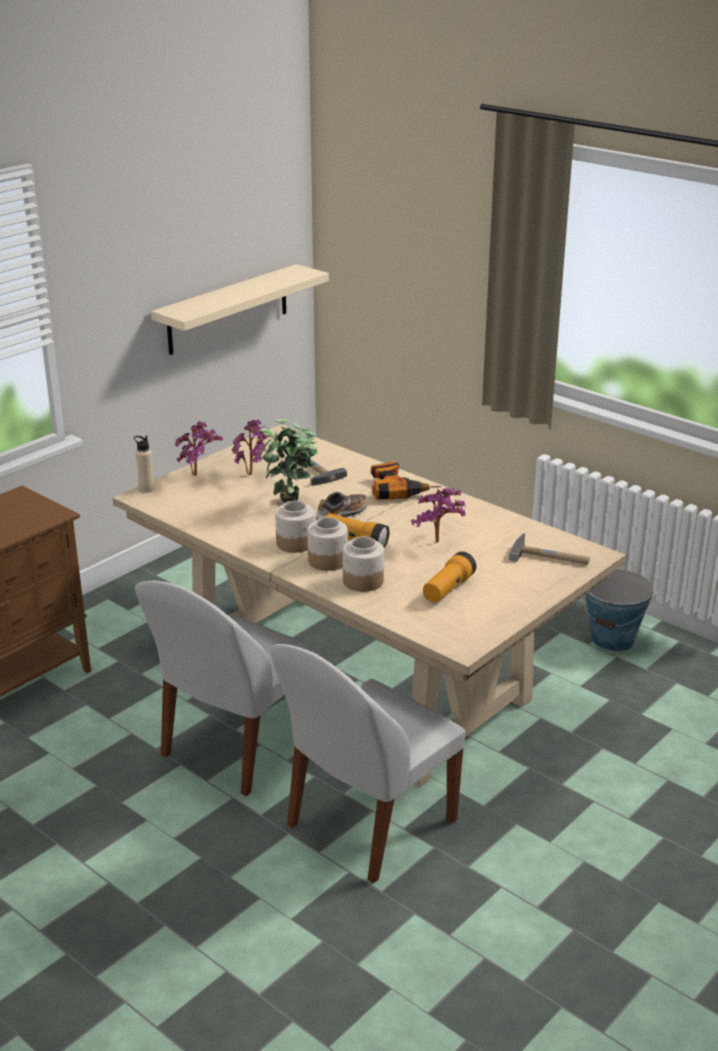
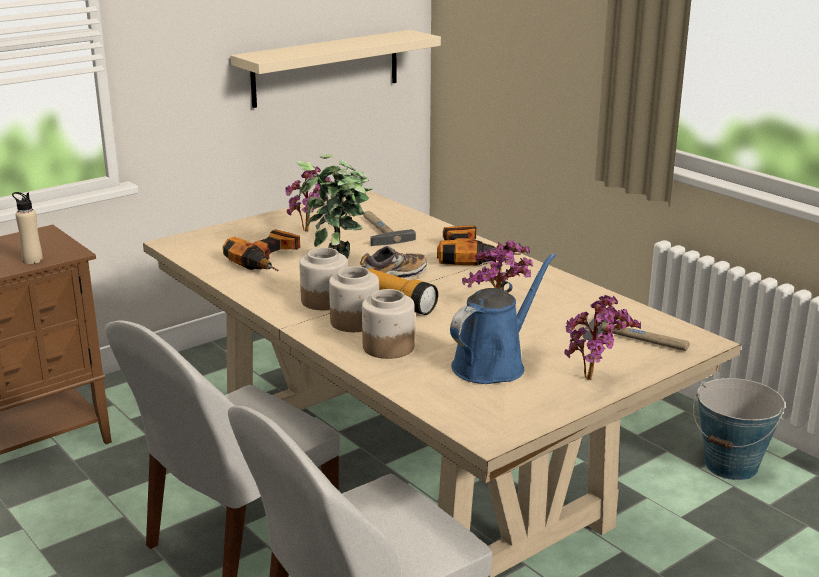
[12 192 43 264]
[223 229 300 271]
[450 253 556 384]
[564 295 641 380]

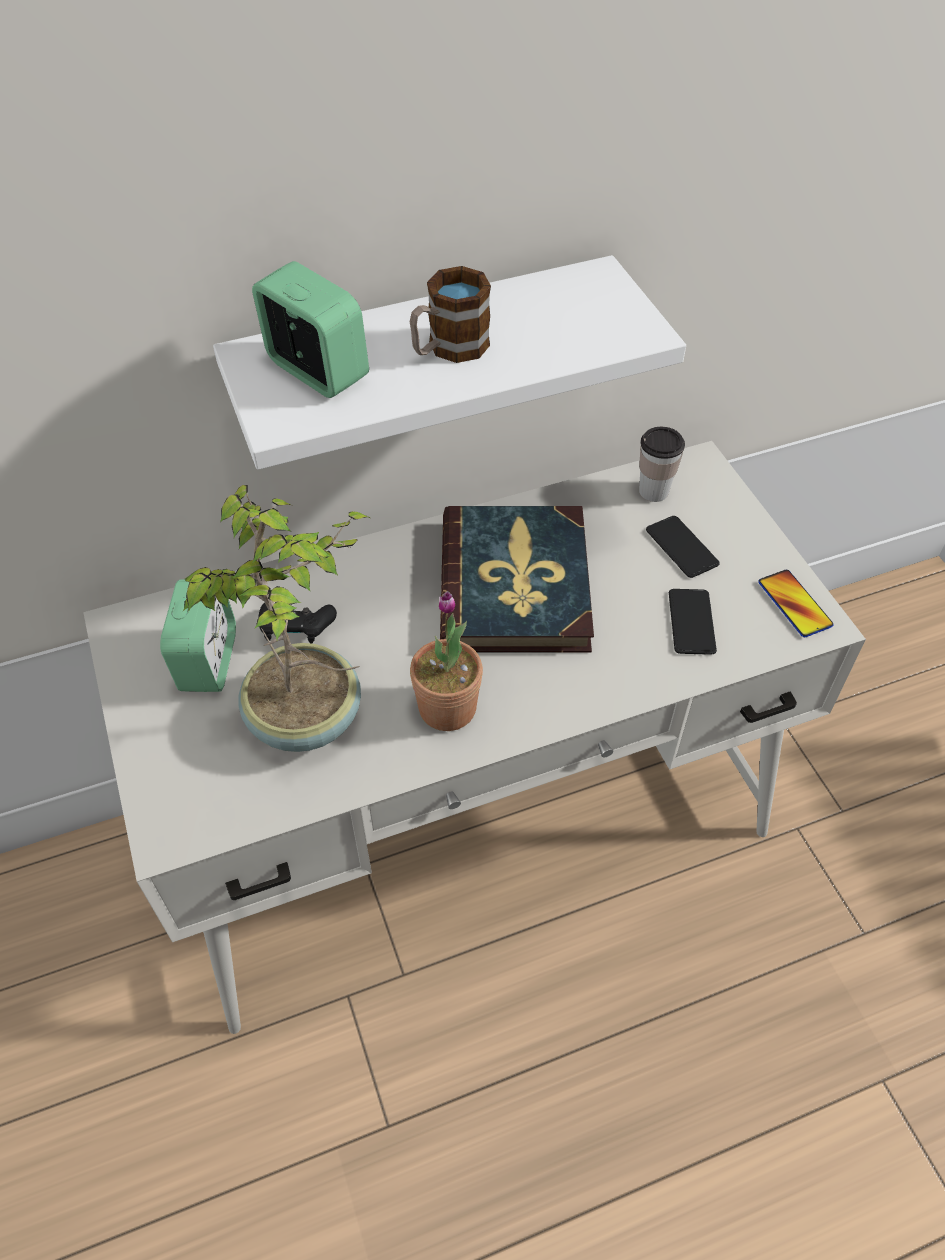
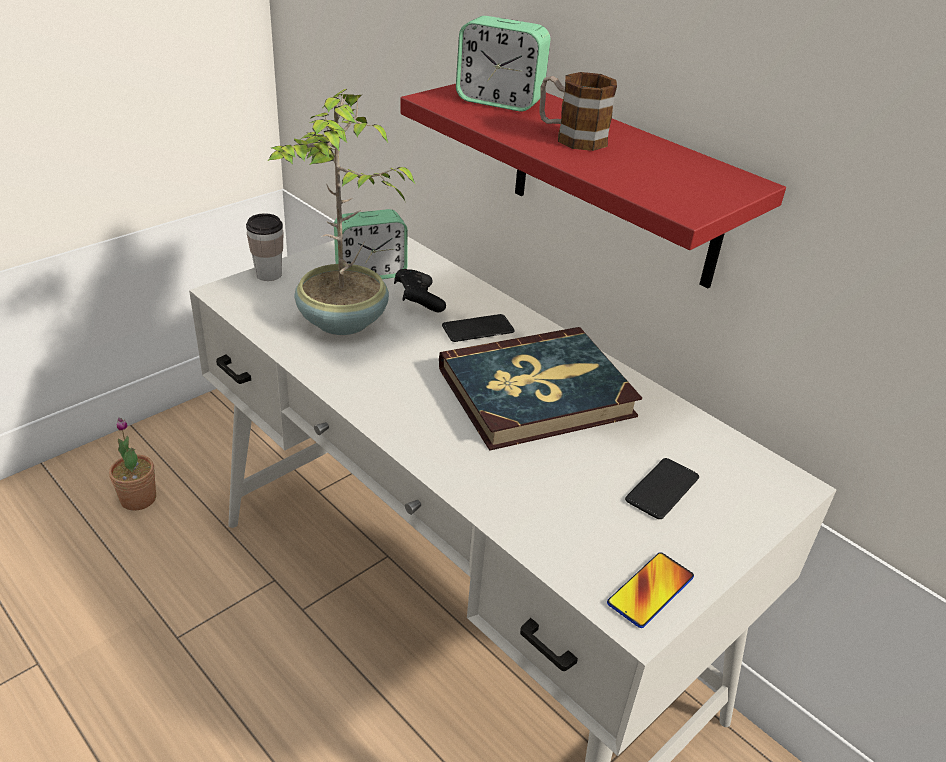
[109 418 156 511]
[246 213 283 281]
[400 84 786 288]
[442 314 514 342]
[456 16 550 112]

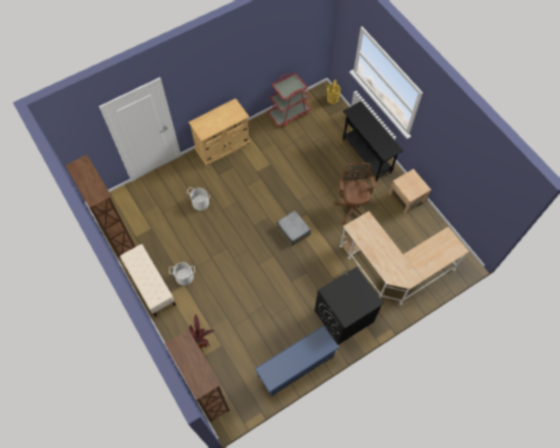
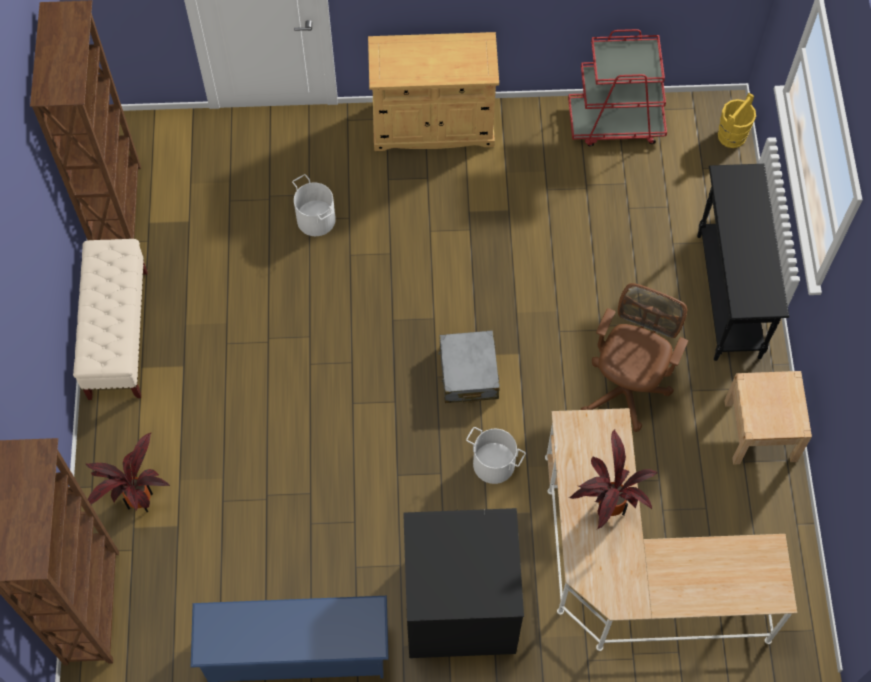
[466 427 526 484]
[569 429 658 529]

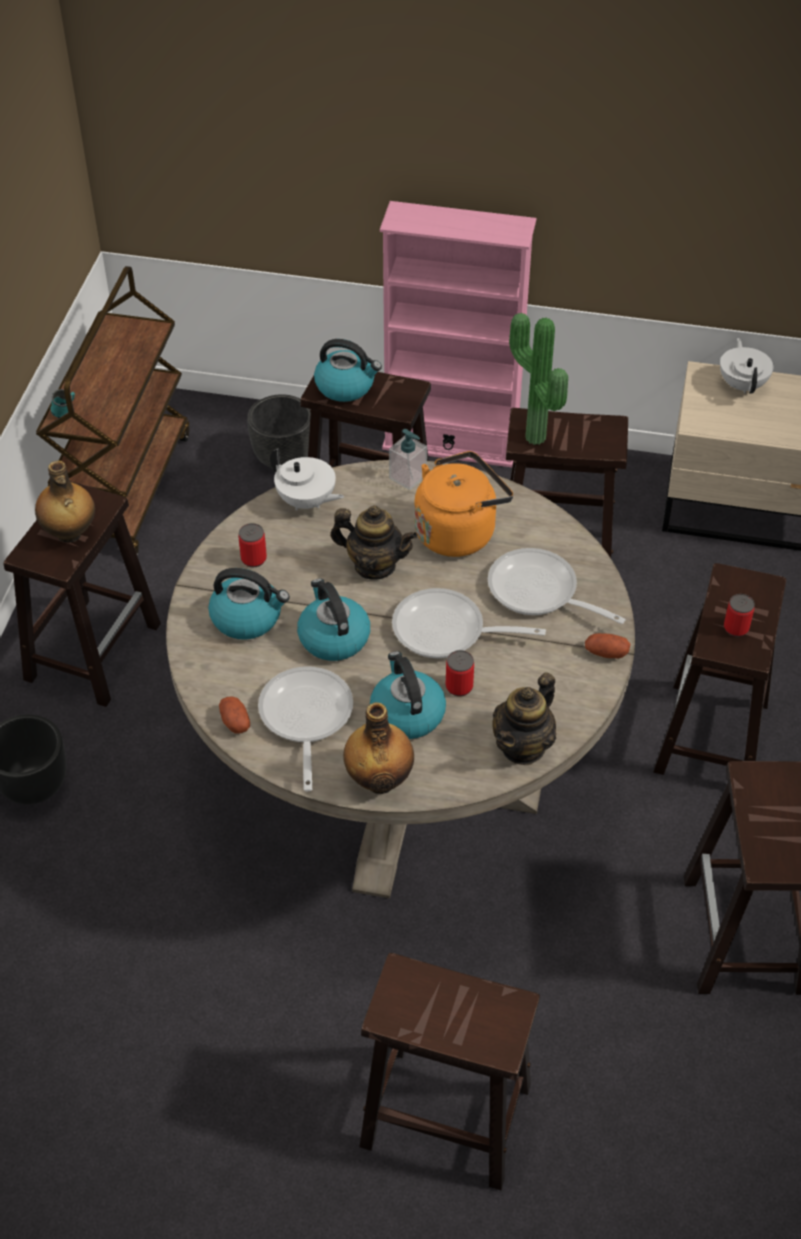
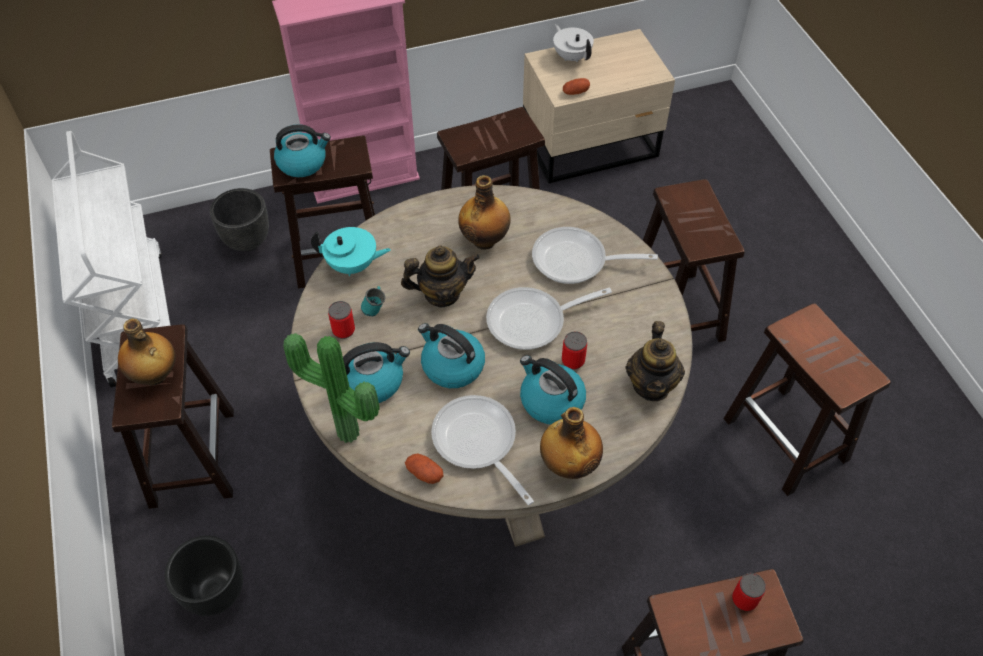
[52 131 170 387]
[283 333 380 443]
[311 227 391 276]
[361 286 385 316]
[458 175 511 249]
[563 78 590 95]
[732 573 766 611]
[389 429 427 490] (first image)

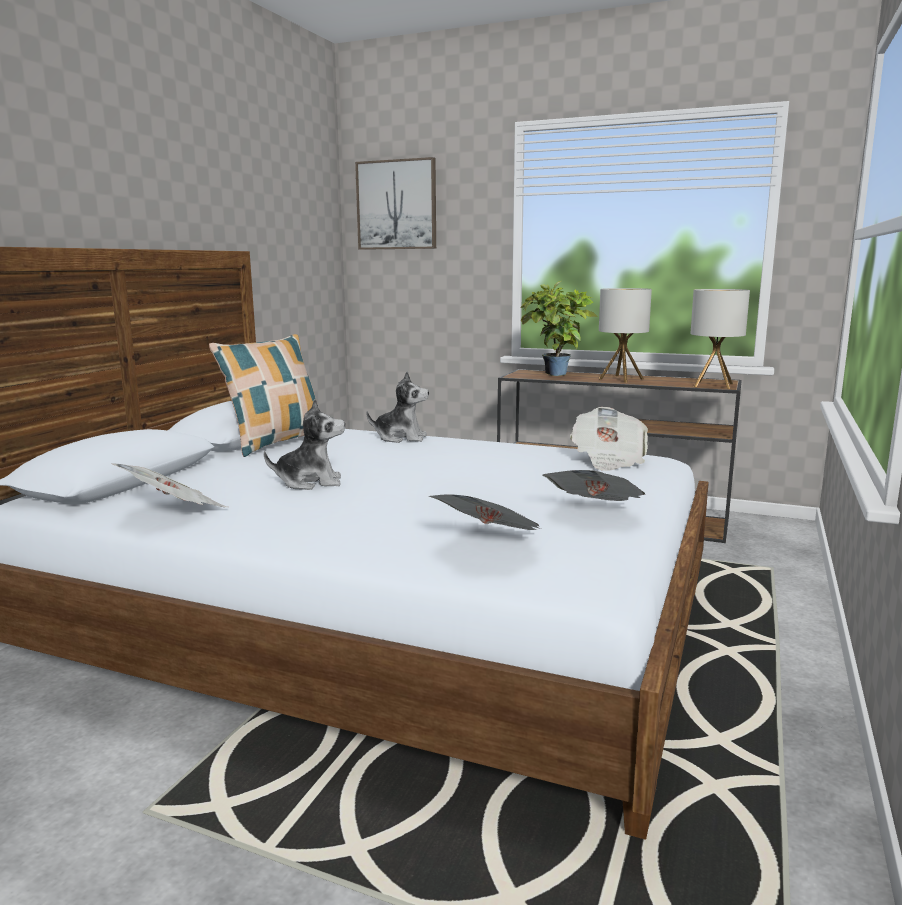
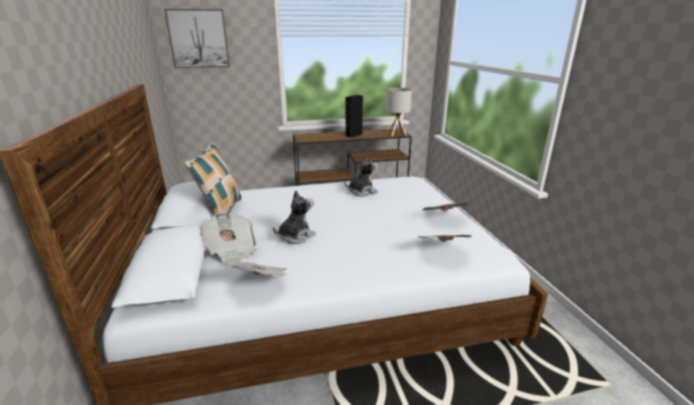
[202 212 257 263]
[345 95 363 138]
[345 155 379 196]
[520 281 598 376] (first image)

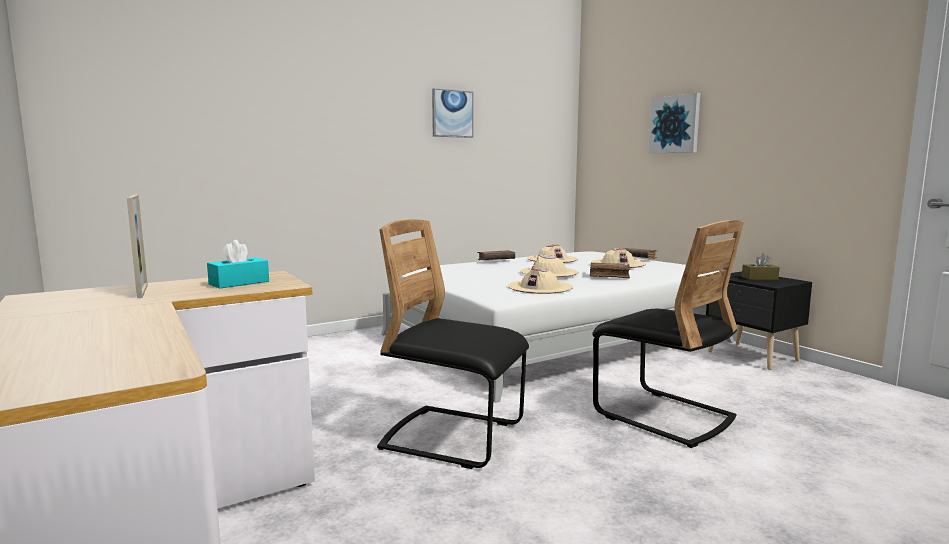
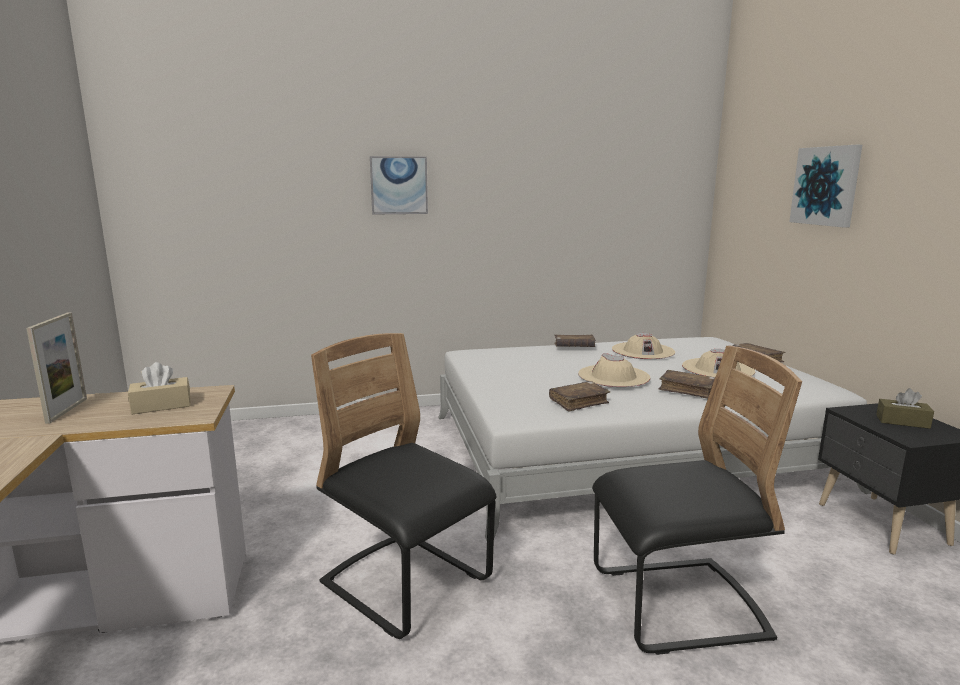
[128 362 191 414]
[370 156 428 215]
[549 381 610 412]
[592 346 802 655]

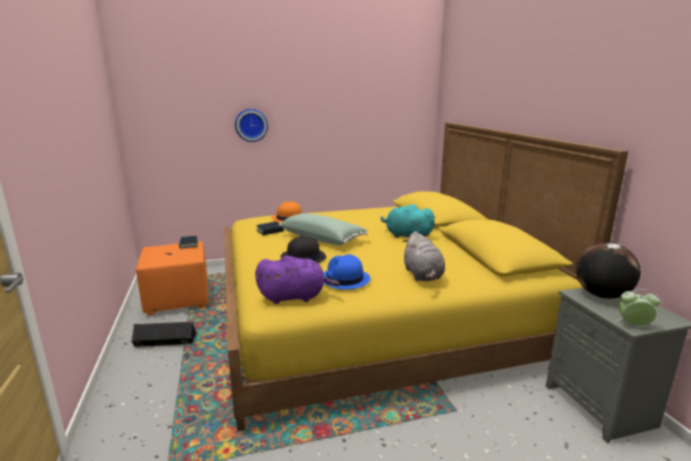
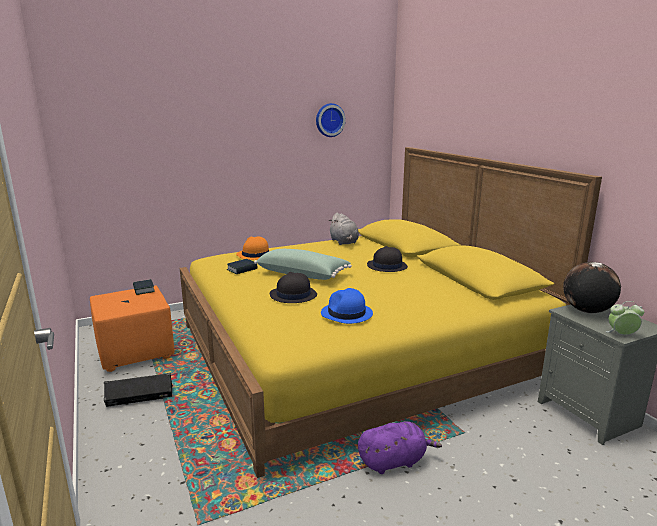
[316 103 346 137]
[329 213 359 245]
[358 421 442 474]
[367 246 408 272]

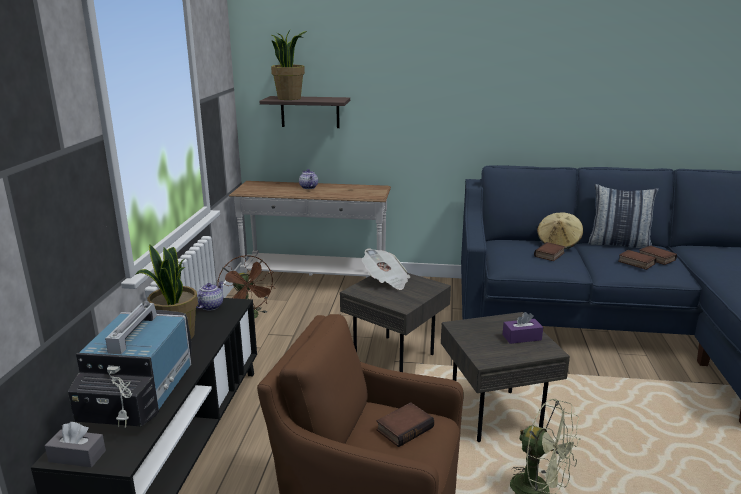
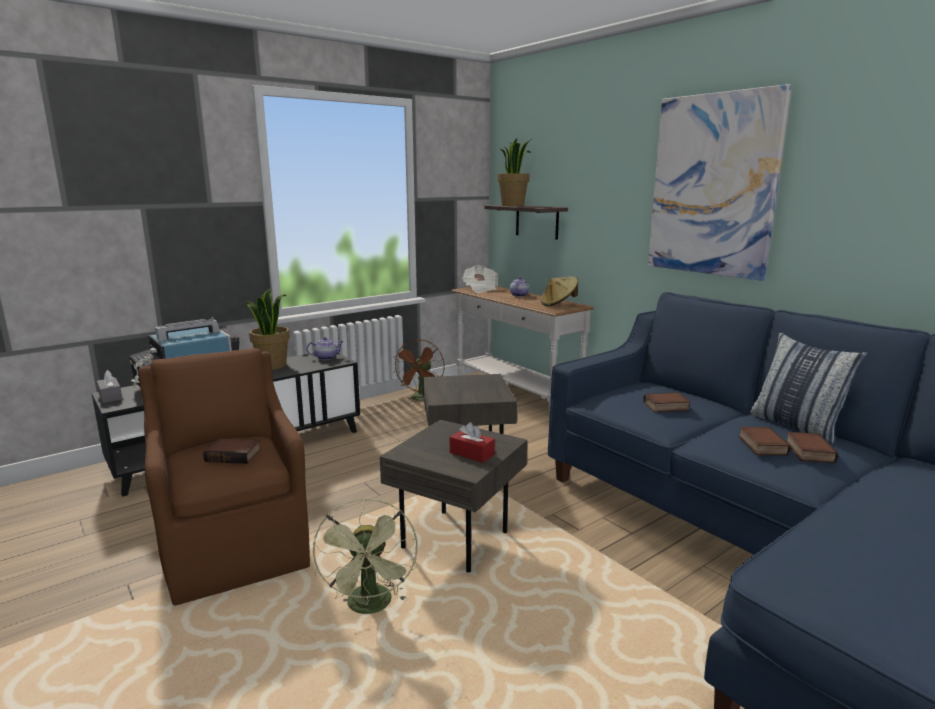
[450 422 495 463]
[462 265 498 293]
[541 277 578 306]
[648 84 792 281]

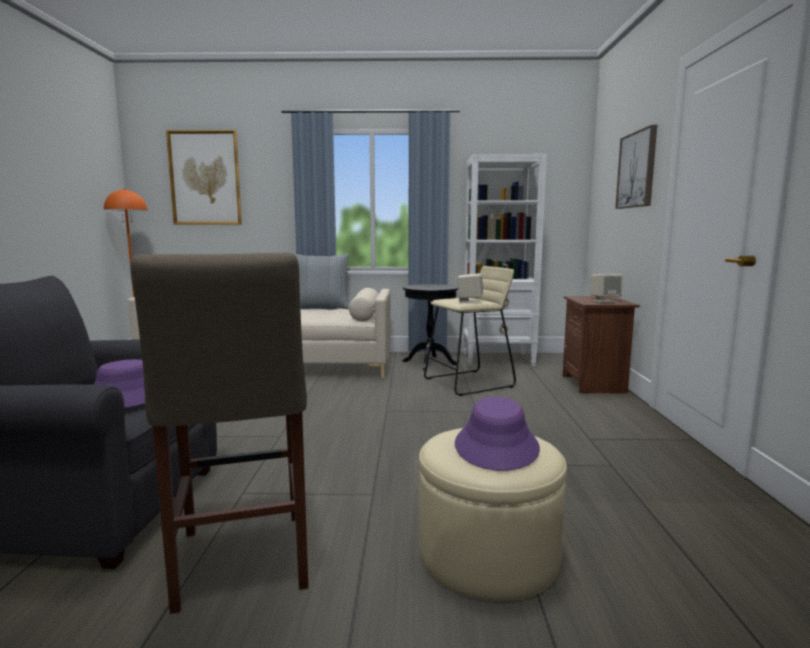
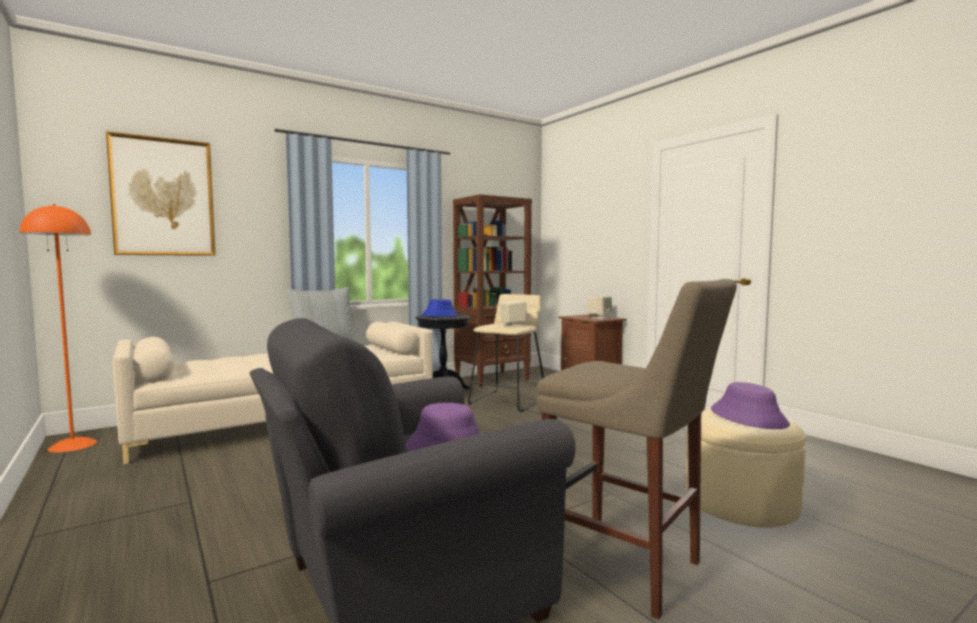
[422 299 459 317]
[453 194 532 388]
[615 125 657 209] (first image)

